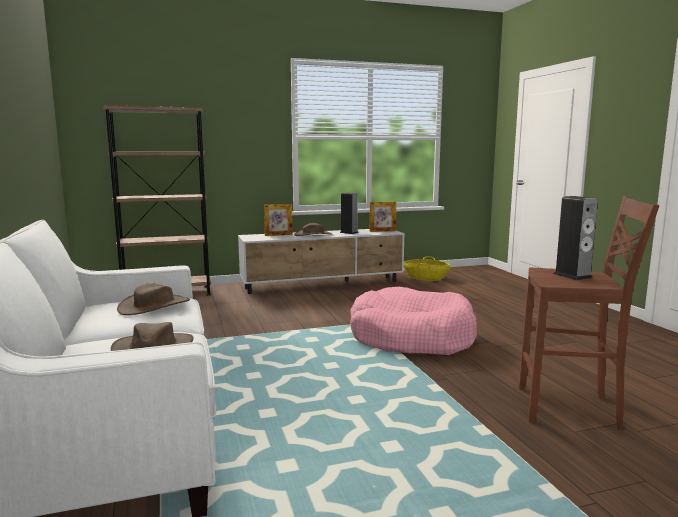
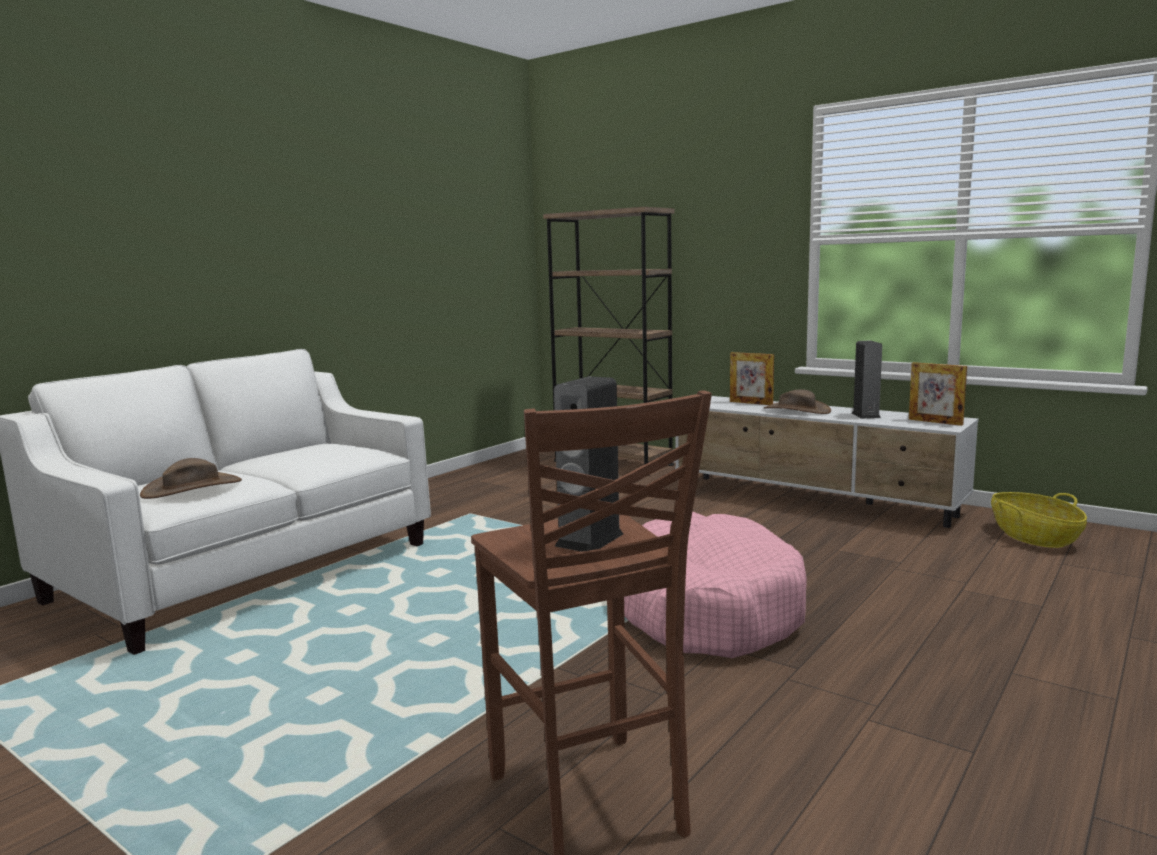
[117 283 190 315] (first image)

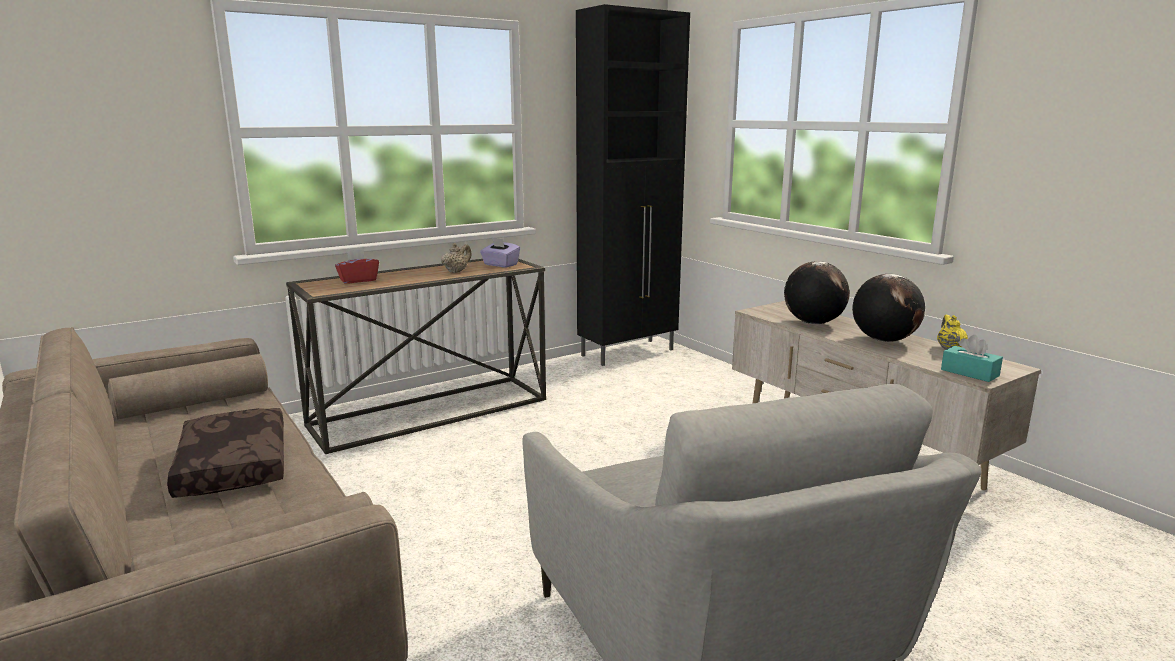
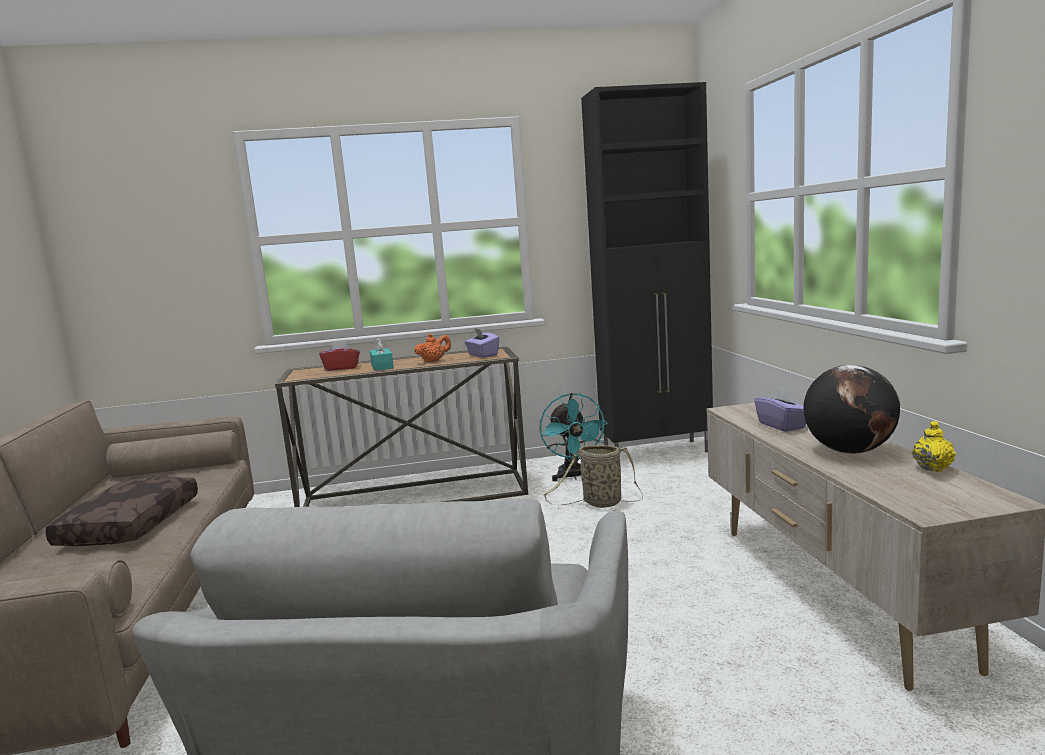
[370 337 394 371]
[414 333 451 362]
[540 393 608 481]
[544 445 643 508]
[754 386 806 432]

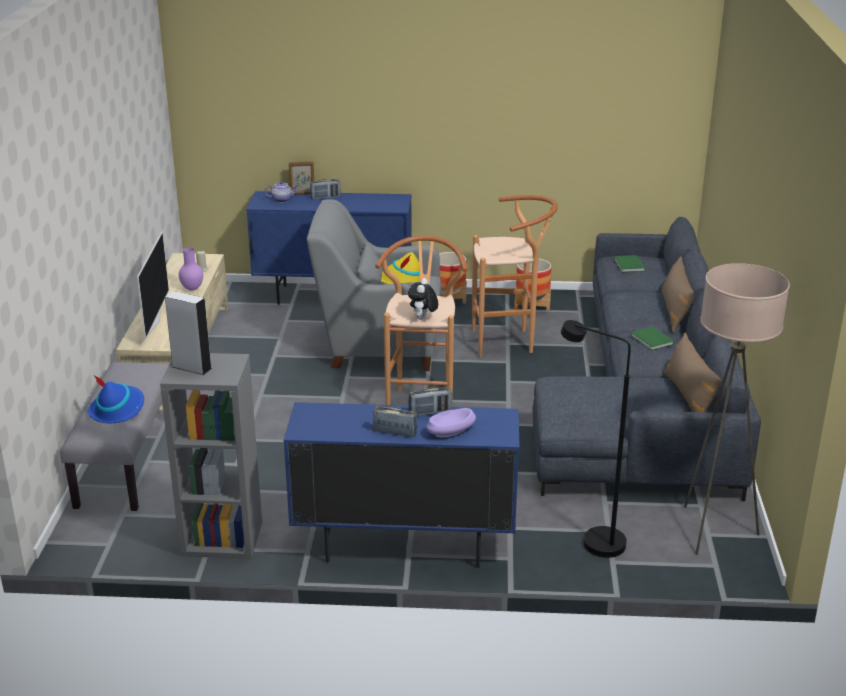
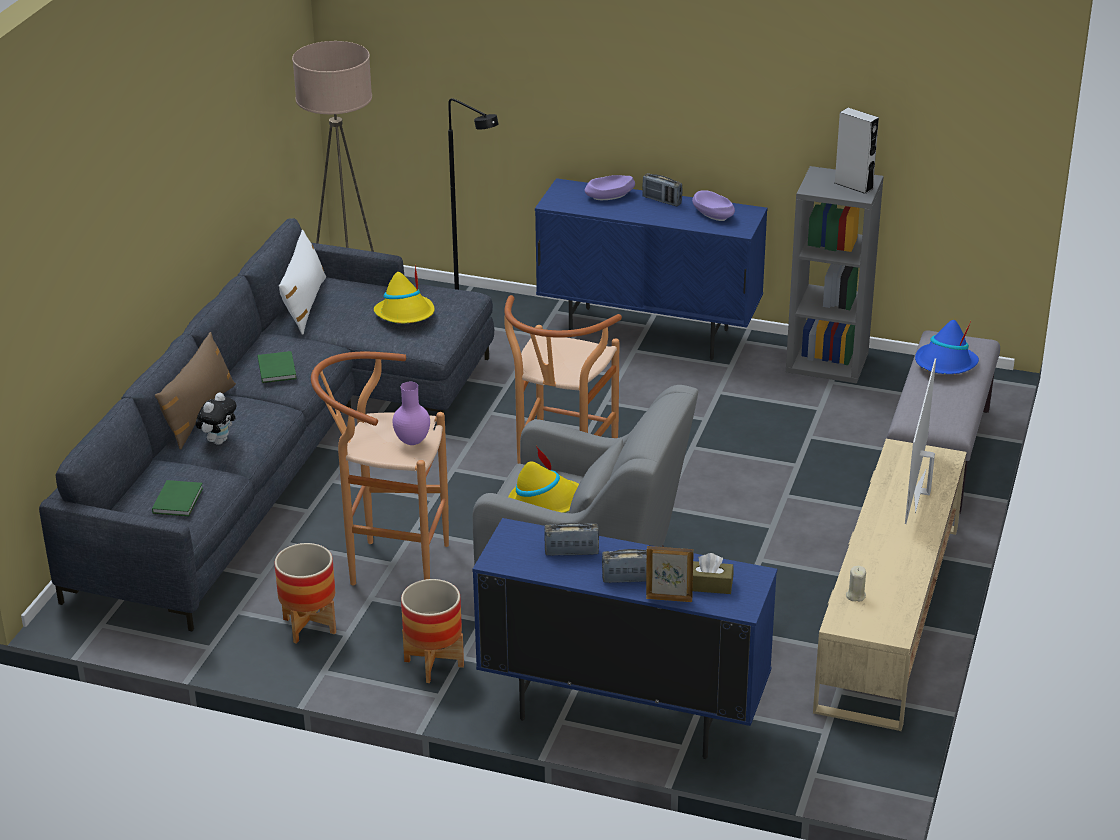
[196 392 237 445]
[279 230 326 335]
[374 265 435 323]
[393 382 430 445]
[544 523 599 556]
[692 190 735 221]
[693 553 734 594]

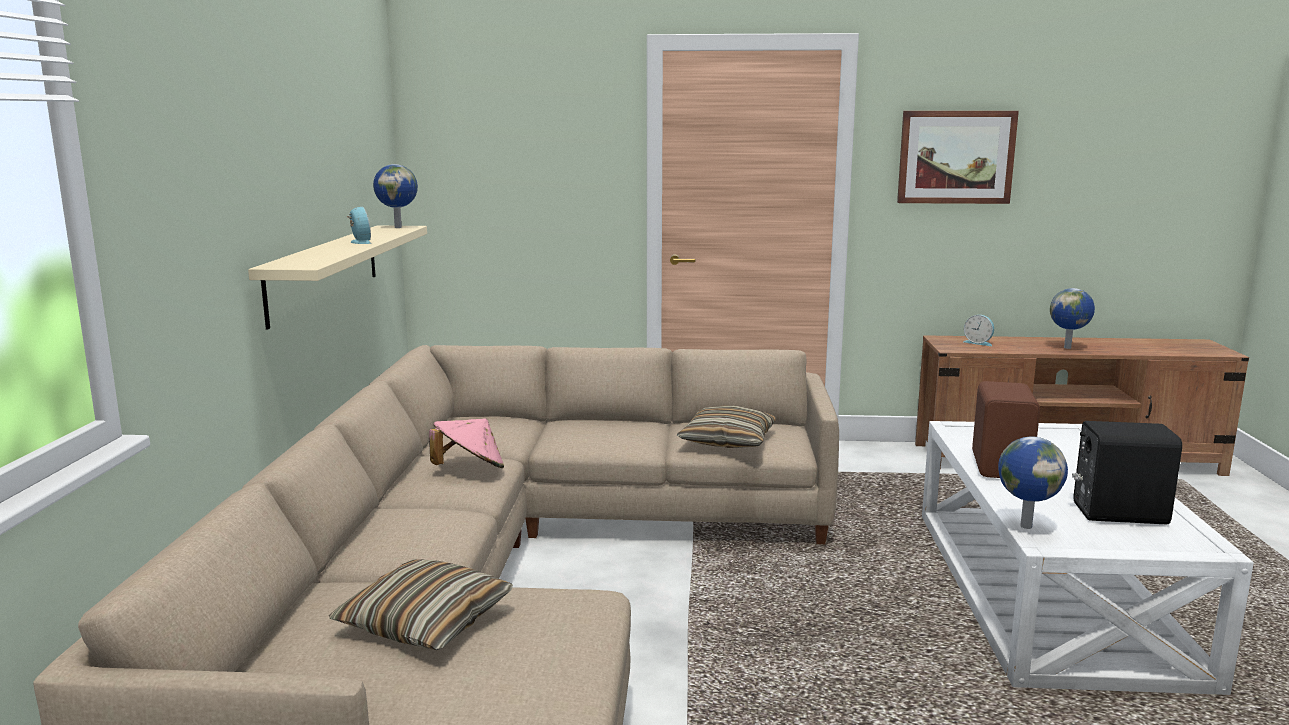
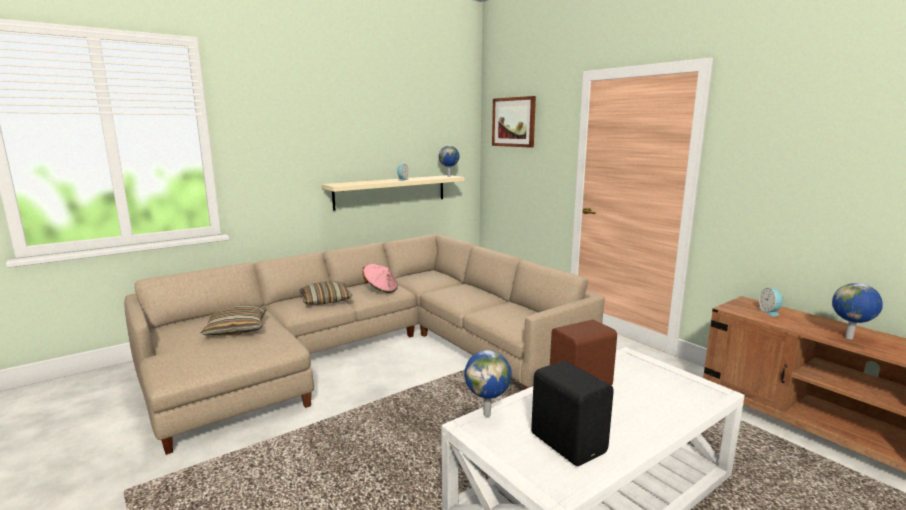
[299 281 352 305]
[492 96 536 148]

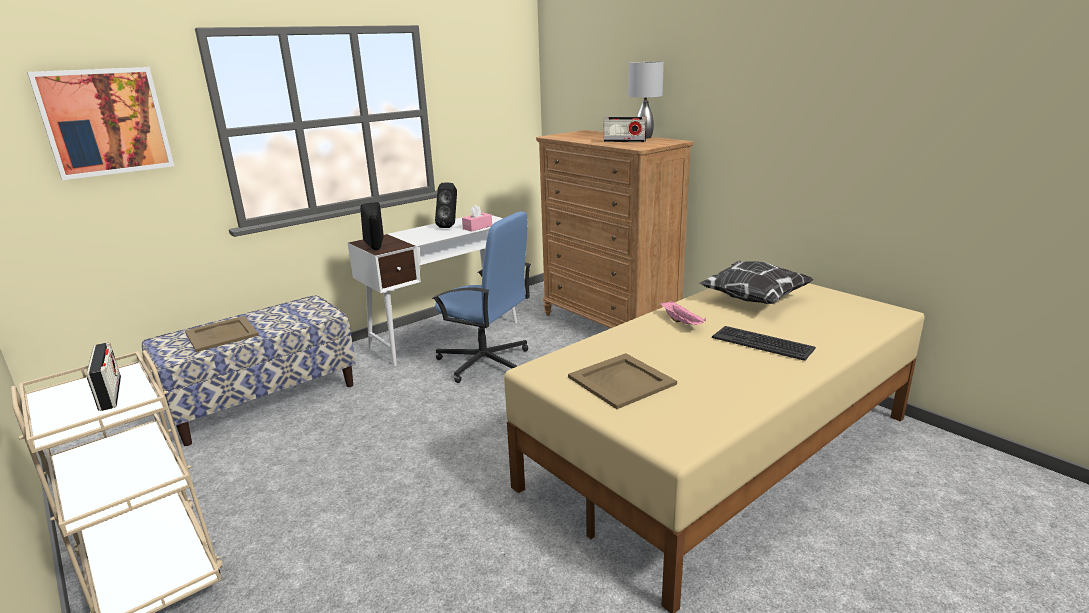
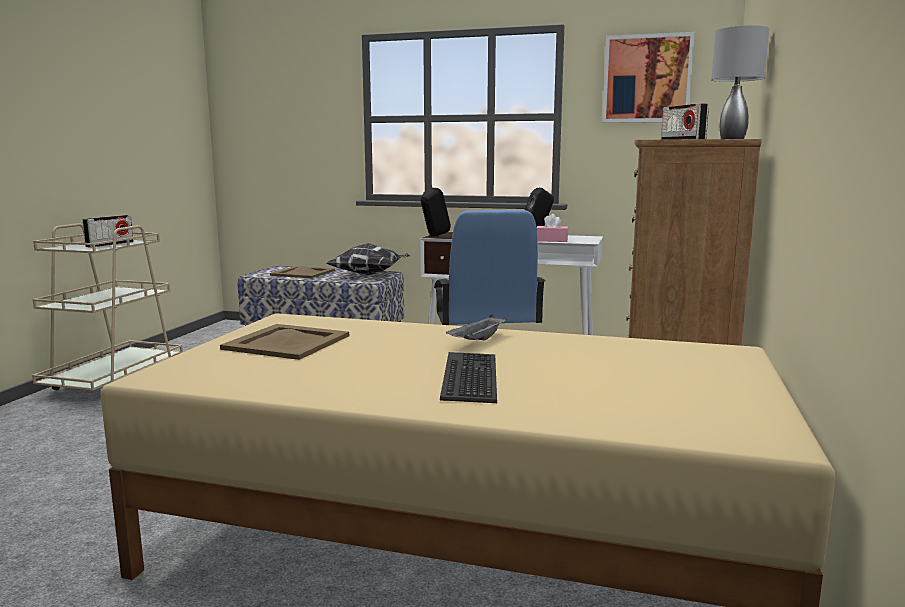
[327 243 410 275]
[446 315 507 341]
[602 32 695 123]

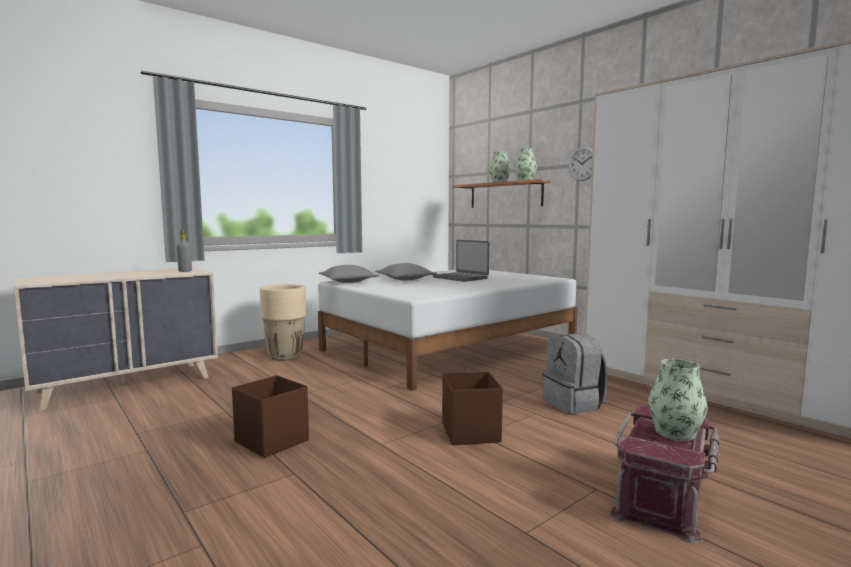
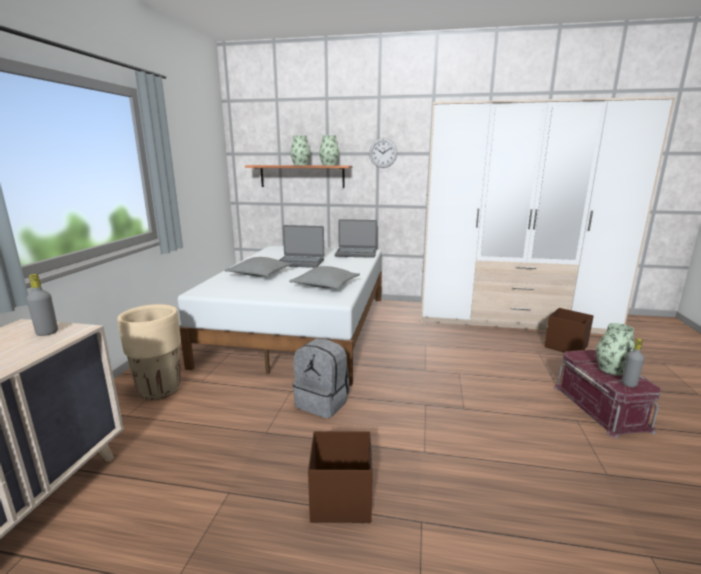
[289 266 360 289]
[293 339 349 418]
[335 219 377 258]
[544 308 594 353]
[622 338 644 387]

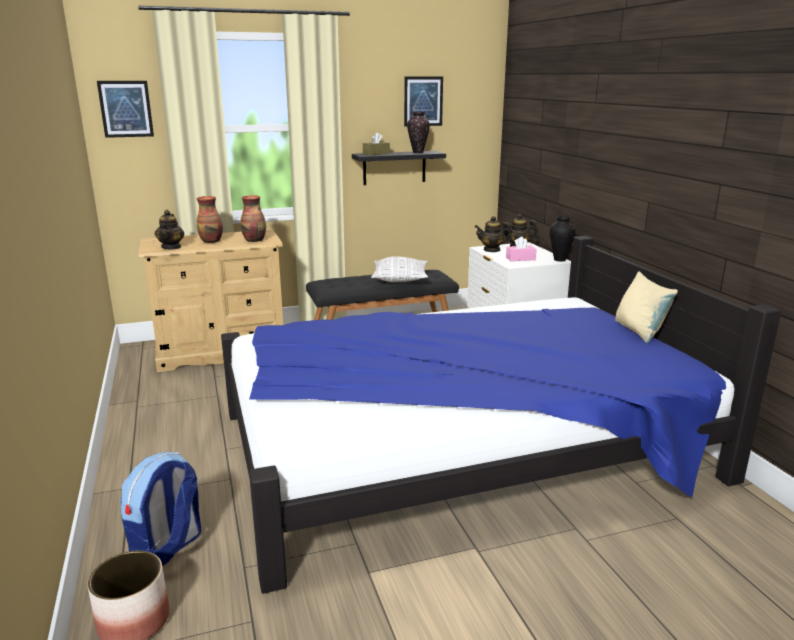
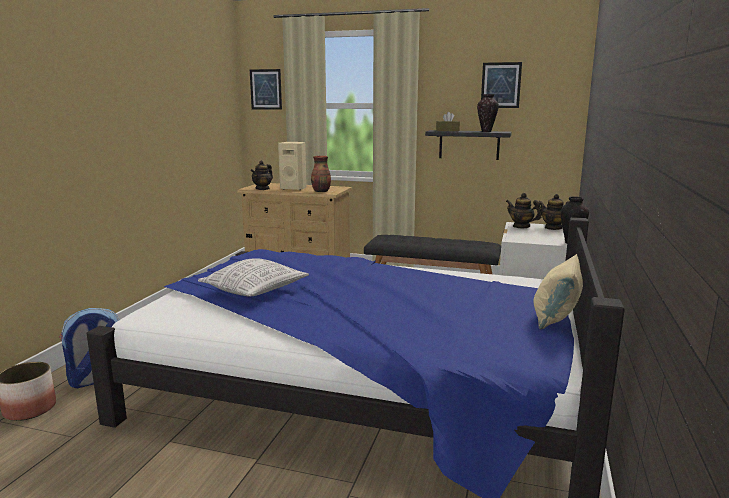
[198 258 309 296]
[278 142 307 190]
[506 237 536 261] (first image)

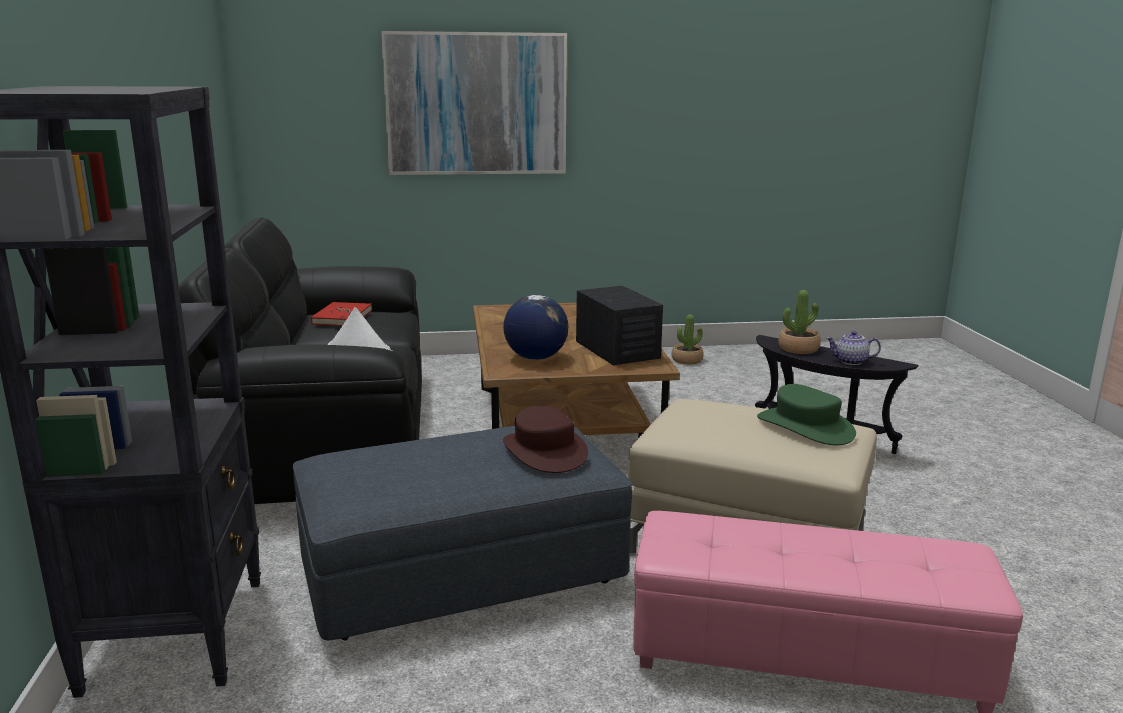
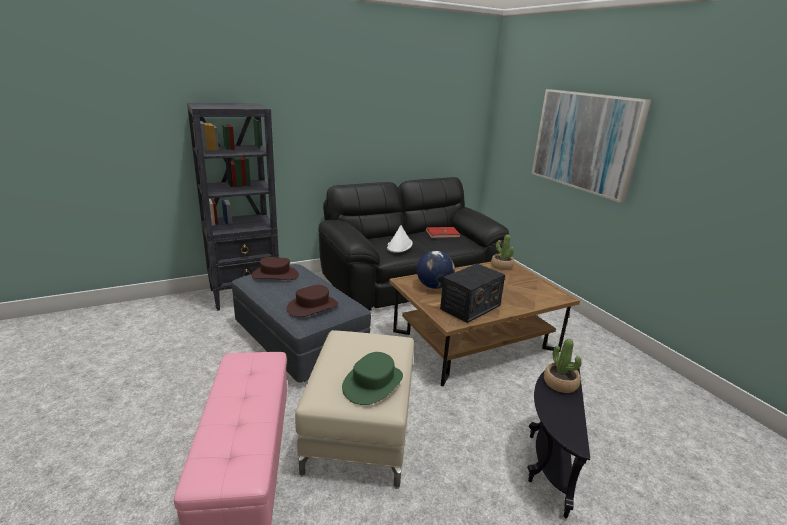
[251 257 299 280]
[491 235 514 270]
[826 331 881 365] (first image)

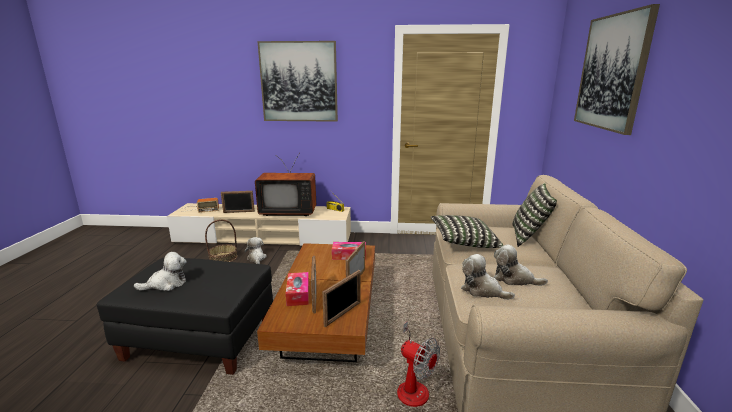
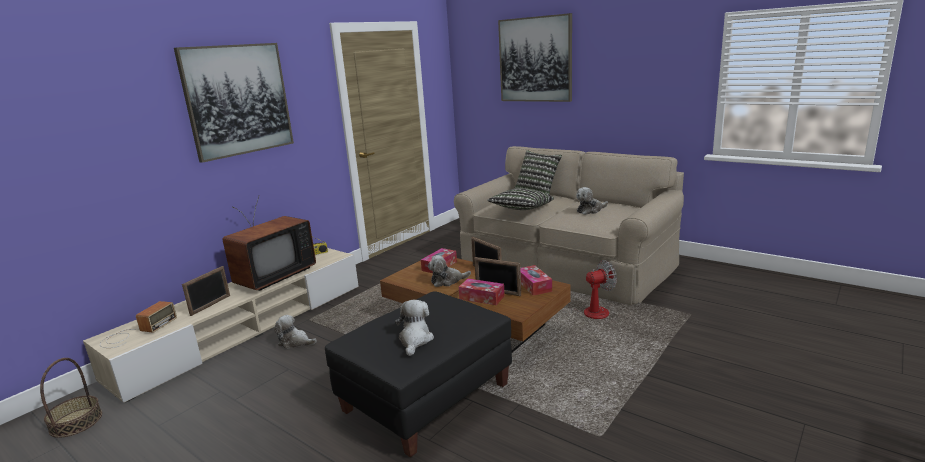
[40 358 102 438]
[428 255 471 287]
[521 265 552 296]

